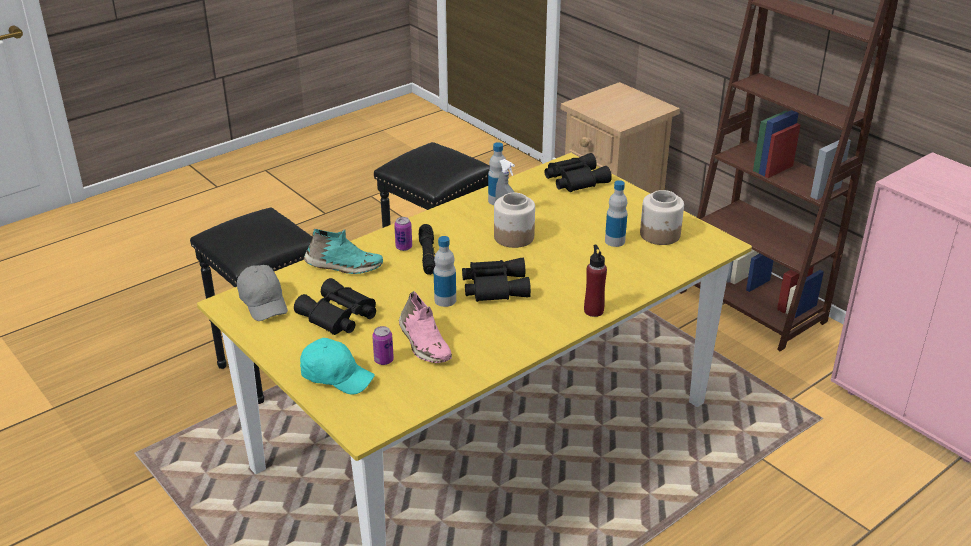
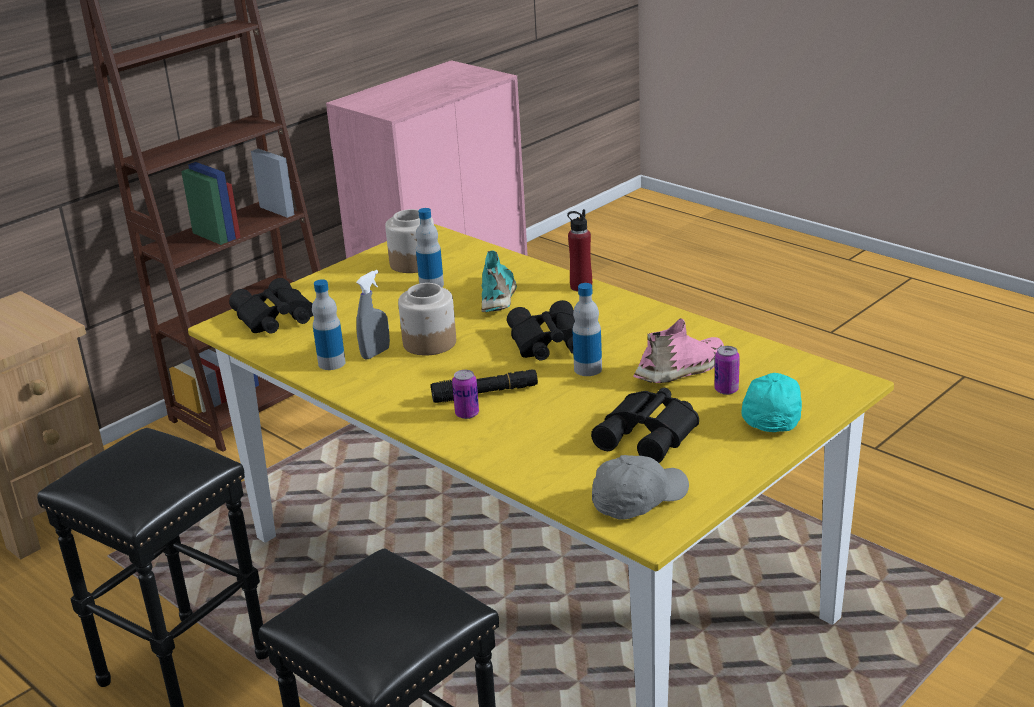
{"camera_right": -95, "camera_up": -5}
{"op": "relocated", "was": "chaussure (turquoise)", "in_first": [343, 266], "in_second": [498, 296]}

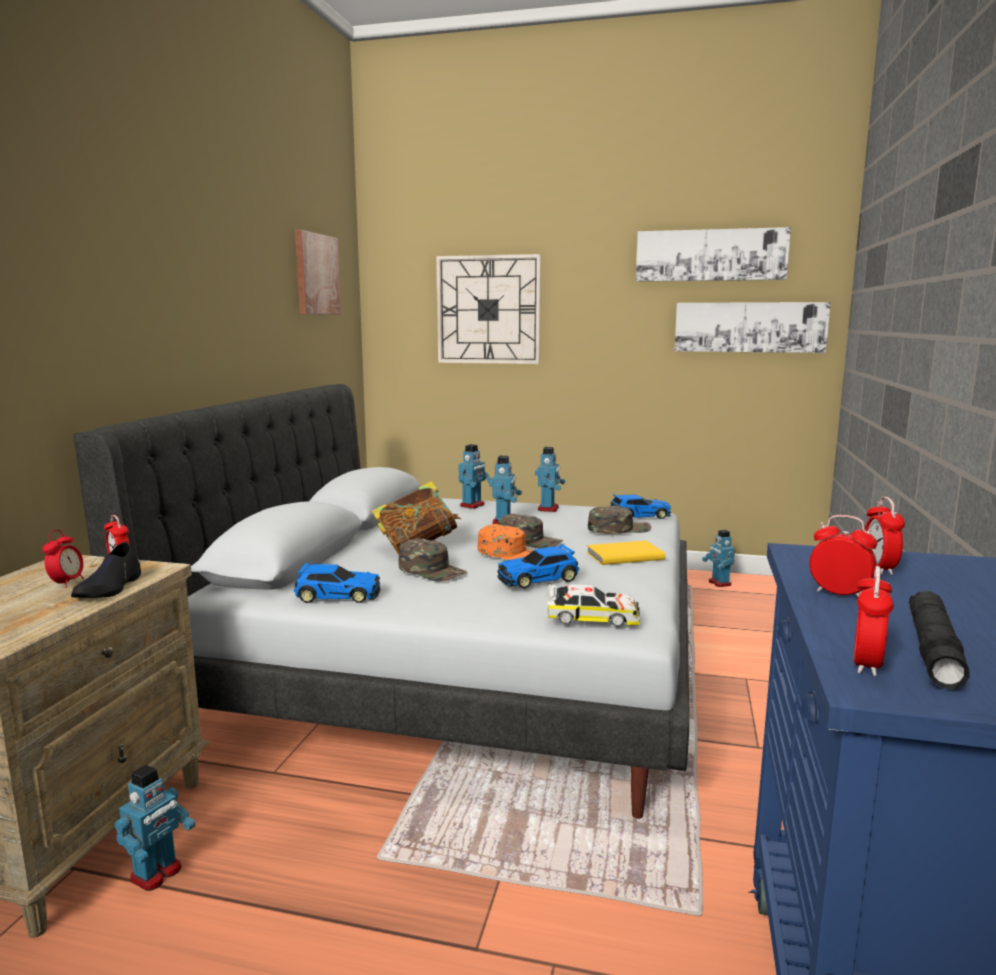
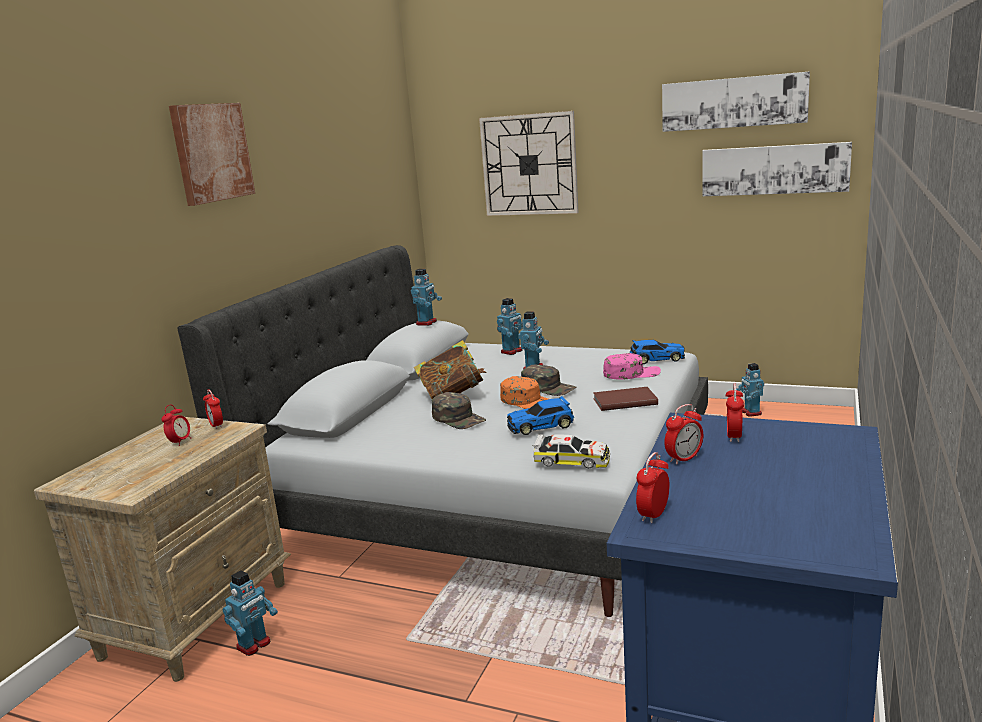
{"camera_right": 10, "camera_up": 5}
{"op": "relocated", "was": "tableau", "in_first": [316, 274], "in_second": [211, 152]}
{"op": "relocated", "was": "robot jouet", "in_first": [548, 509], "in_second": [427, 323]}
{"op": "colour", "was": "casquette (vert)", "now": "casquette (rose)", "in_first": [618, 529], "in_second": [631, 373]}
{"op": "spun", "was": "réveil", "in_first": [839, 593], "in_second": [684, 459], "clockwise": 105}
{"op": "colour", "was": "livre (jaune)", "now": "livre (marron)", "in_first": [623, 555], "in_second": [623, 401]}
{"op": "missing", "was": "chaussure (noir)", "in_first": [109, 588]}
{"op": "missing", "was": "petite voiture", "in_first": [337, 595]}
{"op": "missing", "was": "lampe de poche (noir)", "in_first": [933, 650]}

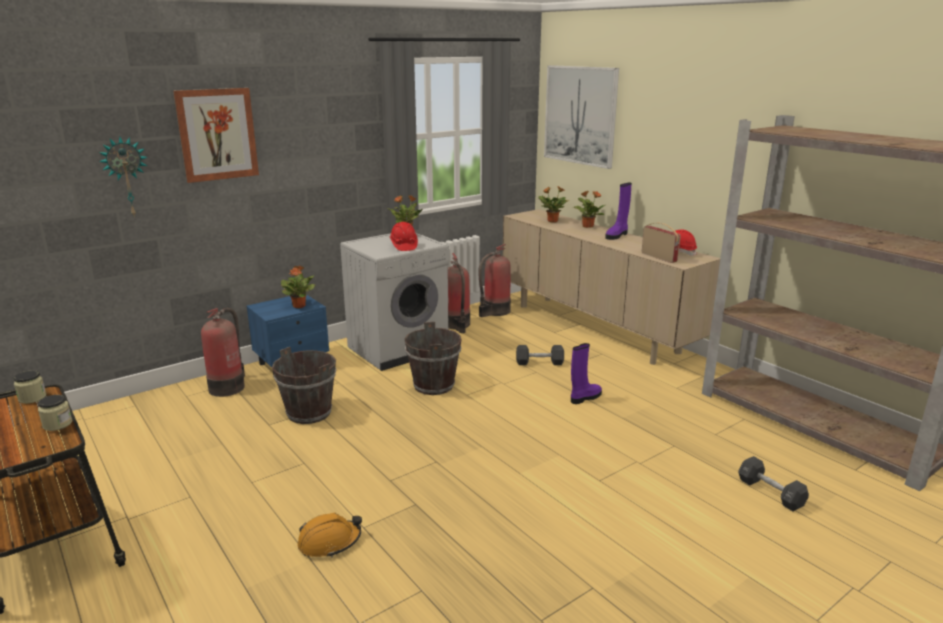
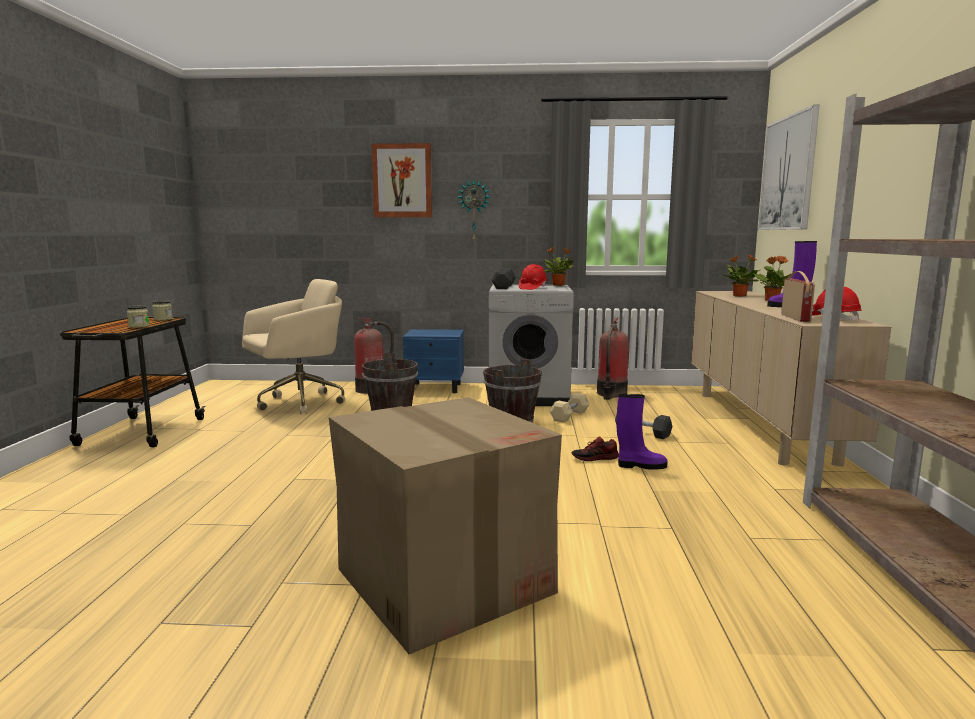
{"camera_right": 40, "camera_up": -10}
{"op": "relocated", "was": "horloge murale", "in_first": [126, 176], "in_second": [474, 211]}
{"op": "missing", "was": "extincteur", "in_first": [495, 311]}
{"op": "missing", "was": "plante en pot", "in_first": [299, 306]}
{"op": "relocated", "was": "haltère (noir)", "in_first": [770, 493], "in_second": [504, 287]}
{"op": "missing", "was": "casque de chantier (orange)", "in_first": [329, 542]}
{"op": "appeared", "now": "chaise de bureau (beige)", "in_second": [297, 404]}
{"op": "appeared", "now": "haltère (beige)", "in_second": [569, 416]}
{"op": "appeared", "now": "carton", "in_second": [443, 579]}
{"op": "appeared", "now": "chaussure", "in_second": [595, 458]}

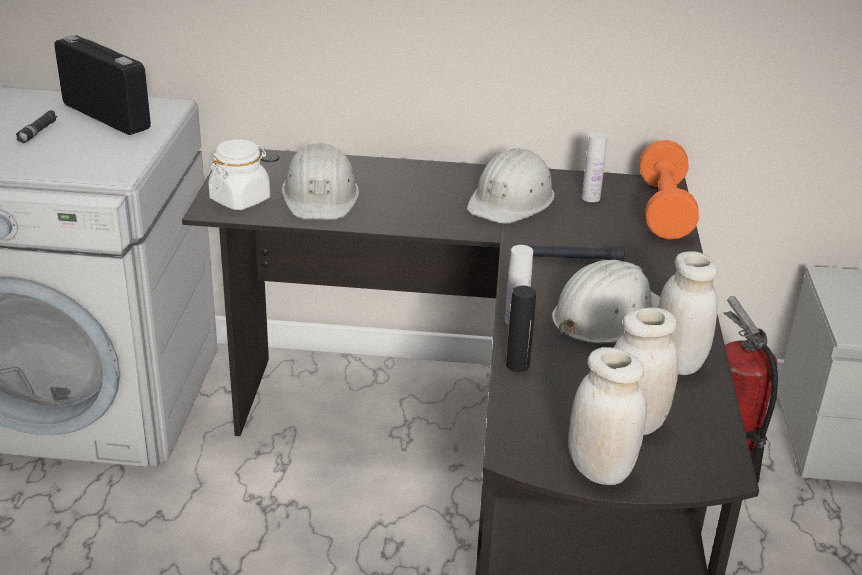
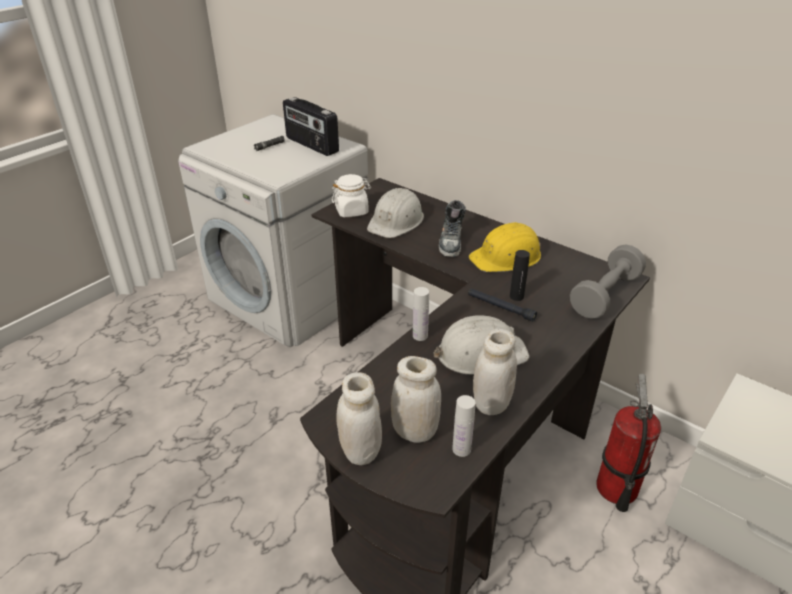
{"camera_right": 35, "camera_up": 5}
{"op": "spun", "was": "radio", "in_first": [107, 116], "in_second": [311, 145], "clockwise": 150}
{"op": "relocated", "was": "bouteille (blanc)", "in_first": [590, 198], "in_second": [461, 449]}
{"op": "colour", "was": "haltère (orange)", "now": "haltère (gris)", "in_first": [664, 210], "in_second": [605, 295]}
{"op": "colour", "was": "casque de chantier (blanc)", "now": "casque de chantier (jaune)", "in_first": [512, 200], "in_second": [507, 257]}
{"op": "relocated", "was": "bouteille (noir)", "in_first": [517, 365], "in_second": [516, 296]}
{"op": "appeared", "now": "chaussure", "in_second": [451, 241]}

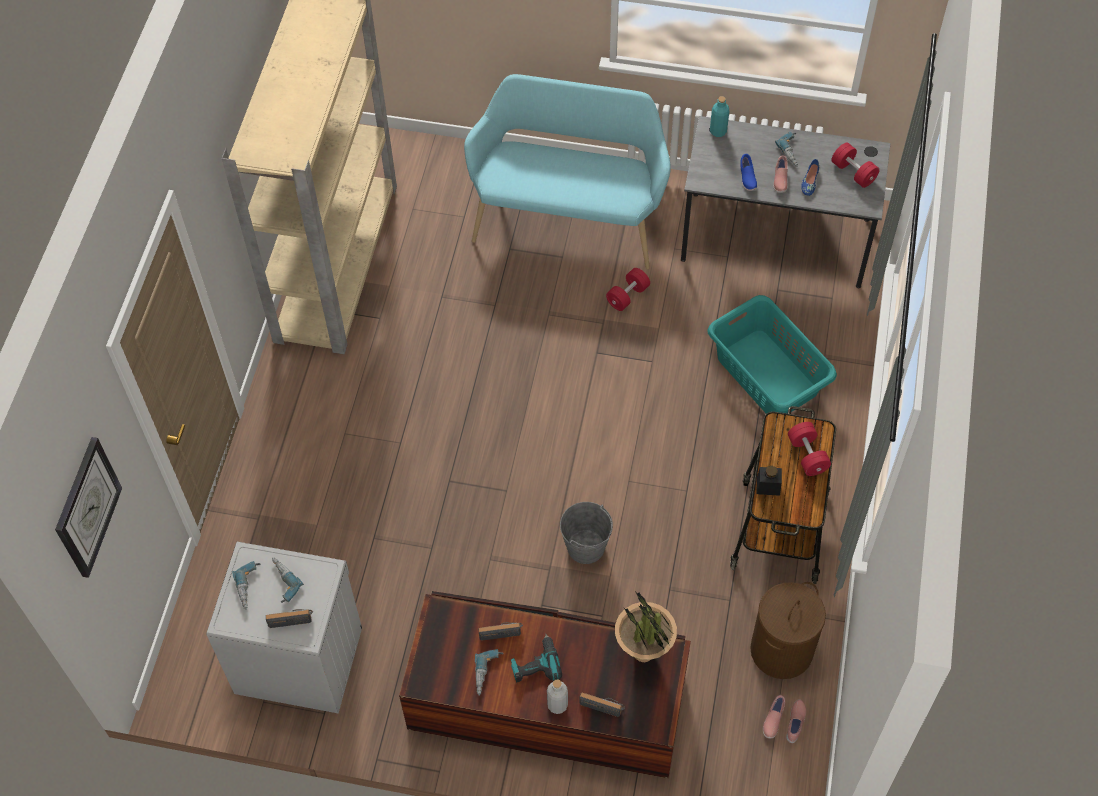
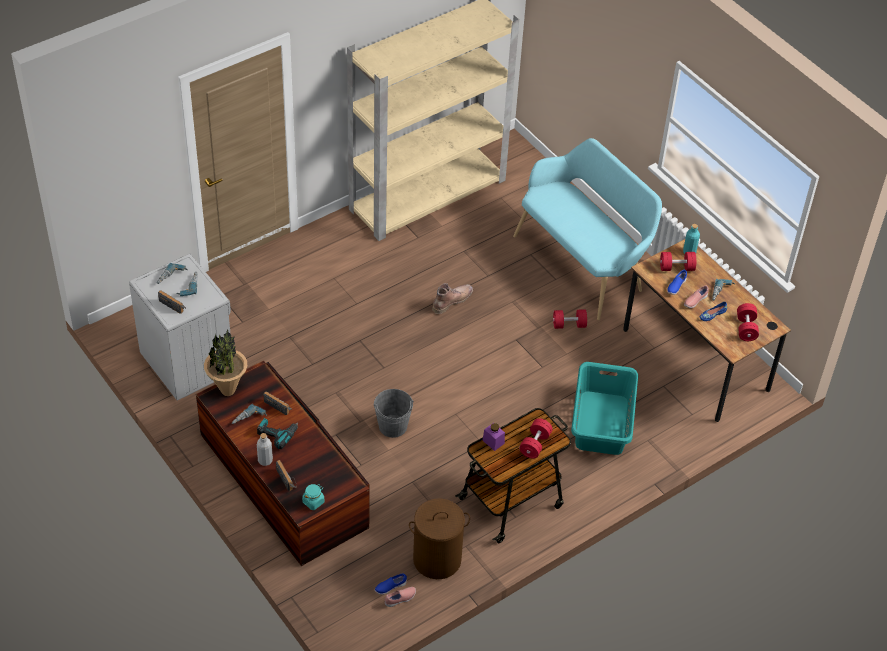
{"camera_right": 40, "camera_up": -10}
{"op": "colour", "was": "bureau (gris)", "now": "bureau (marron)", "in_first": [775, 239], "in_second": [695, 360]}
{"op": "missing", "was": "horloge murale", "in_first": [87, 507]}
{"op": "colour", "was": "bocal (noir)", "now": "bocal (violet)", "in_first": [768, 486], "in_second": [493, 442]}
{"op": "relocated", "was": "plante en pot", "in_first": [644, 653], "in_second": [228, 391]}
{"op": "colour", "was": "chaussure (rose)", "now": "chaussure (bleu)", "in_first": [773, 719], "in_second": [390, 587]}
{"op": "appeared", "now": "haltère (rouge)", "in_second": [676, 268]}
{"op": "appeared", "now": "botte (marron)", "in_second": [452, 300]}
{"op": "appeared", "now": "bocal (turquoise)", "in_second": [313, 502]}

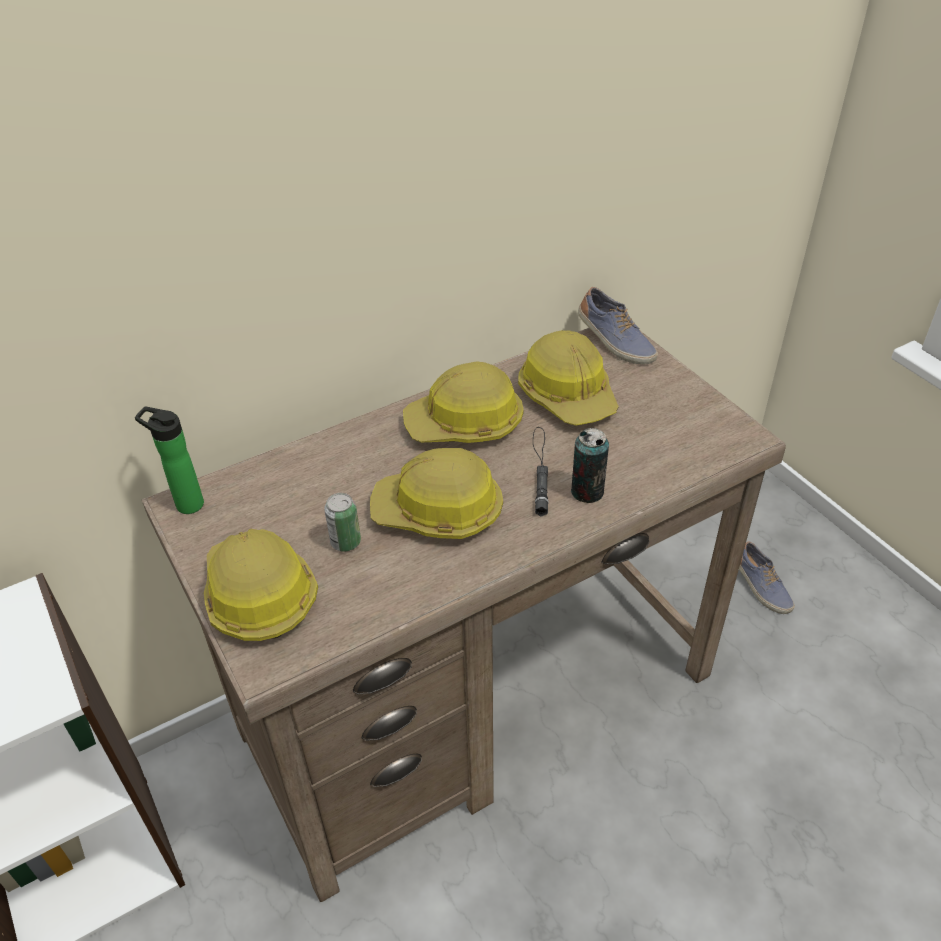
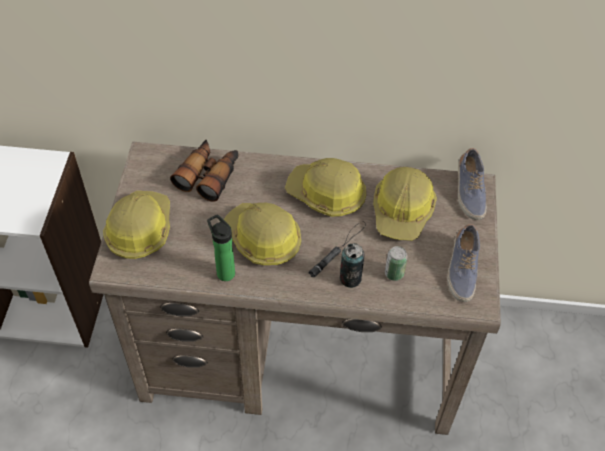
{"camera_right": 35, "camera_up": 10}
{"op": "relocated", "was": "bouteille", "in_first": [186, 504], "in_second": [224, 271]}
{"op": "relocated", "was": "boîte métallique", "in_first": [345, 542], "in_second": [394, 273]}
{"op": "relocated", "was": "chaussure", "in_first": [760, 587], "in_second": [461, 269]}
{"op": "appeared", "now": "jumelles", "in_second": [209, 175]}

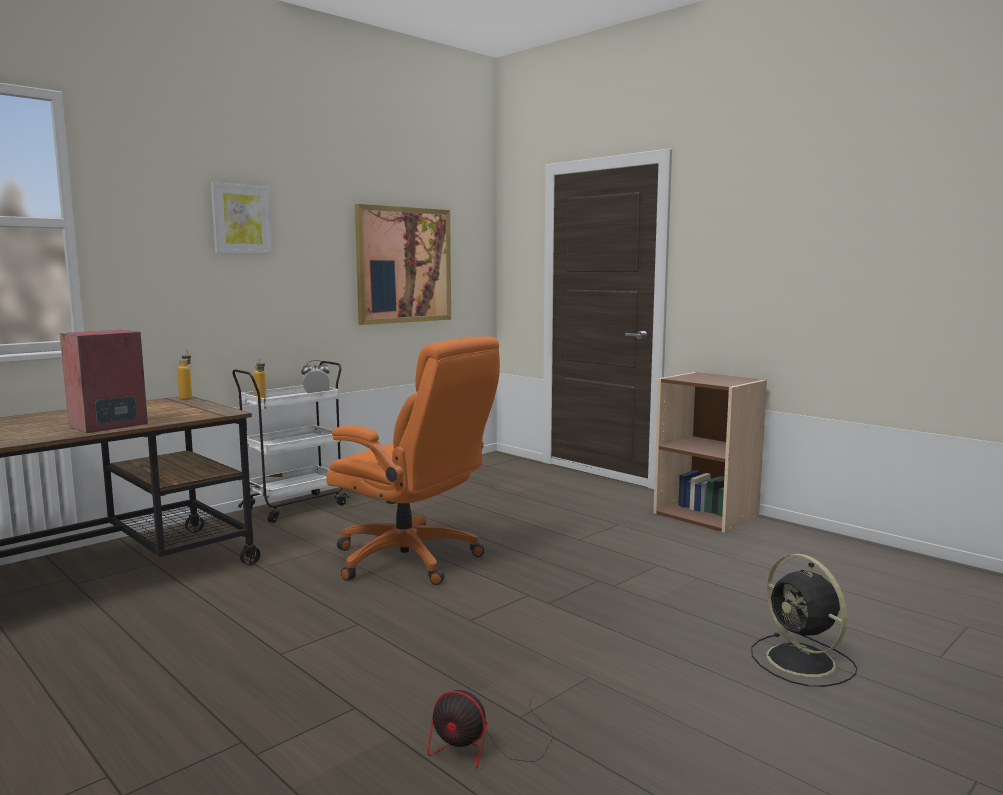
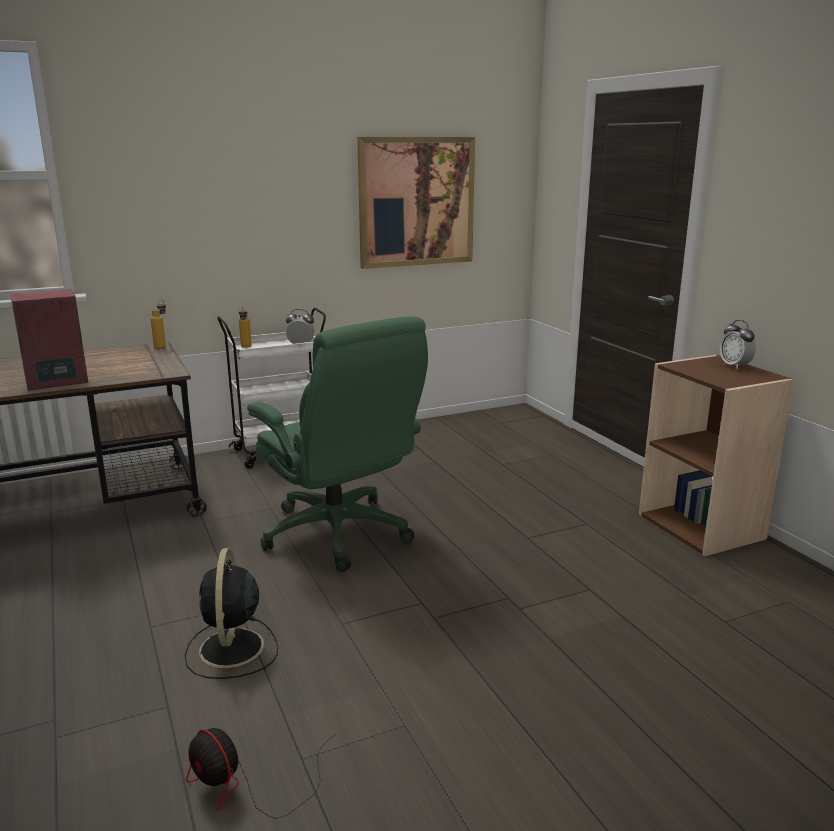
{"camera_right": 20, "camera_up": 10}
{"op": "missing", "was": "tableau", "in_first": [241, 219]}
{"op": "colour", "was": "chaise de bureau (orange)", "now": "chaise de bureau (vert)", "in_first": [414, 561], "in_second": [341, 538]}
{"op": "relocated", "was": "ventilateur (noir)", "in_first": [803, 662], "in_second": [231, 650]}
{"op": "appeared", "now": "réveil", "in_second": [734, 366]}

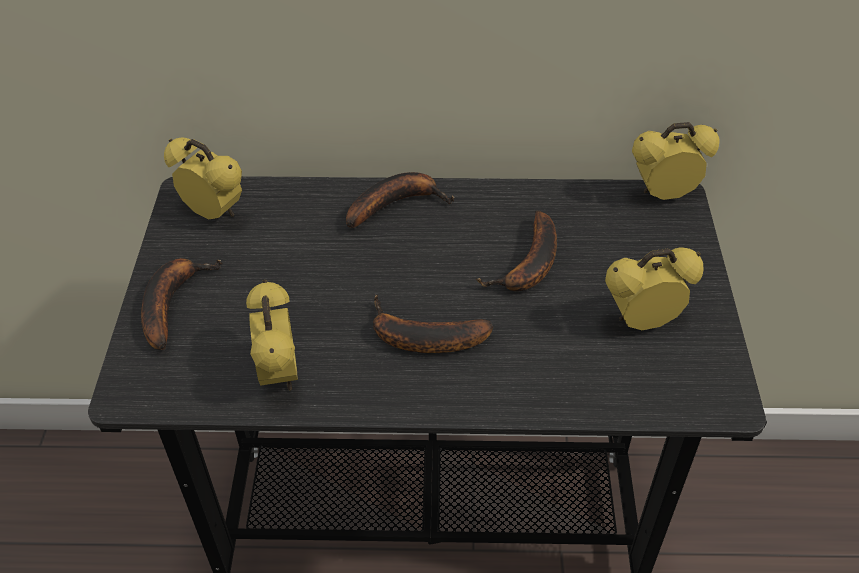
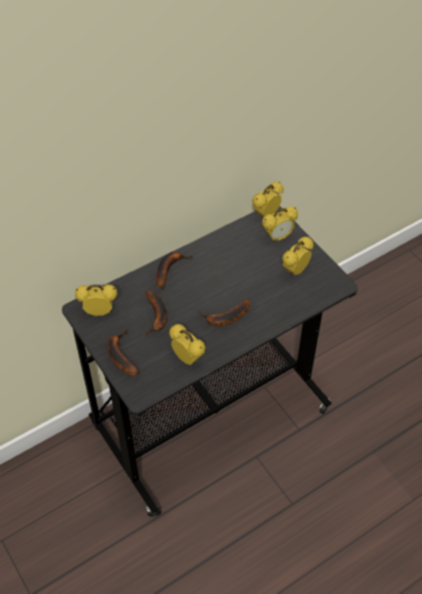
{"camera_right": -35, "camera_up": 5}
{"op": "relocated", "was": "banane", "in_first": [529, 266], "in_second": [156, 317]}
{"op": "appeared", "now": "réveil", "in_second": [278, 237]}

